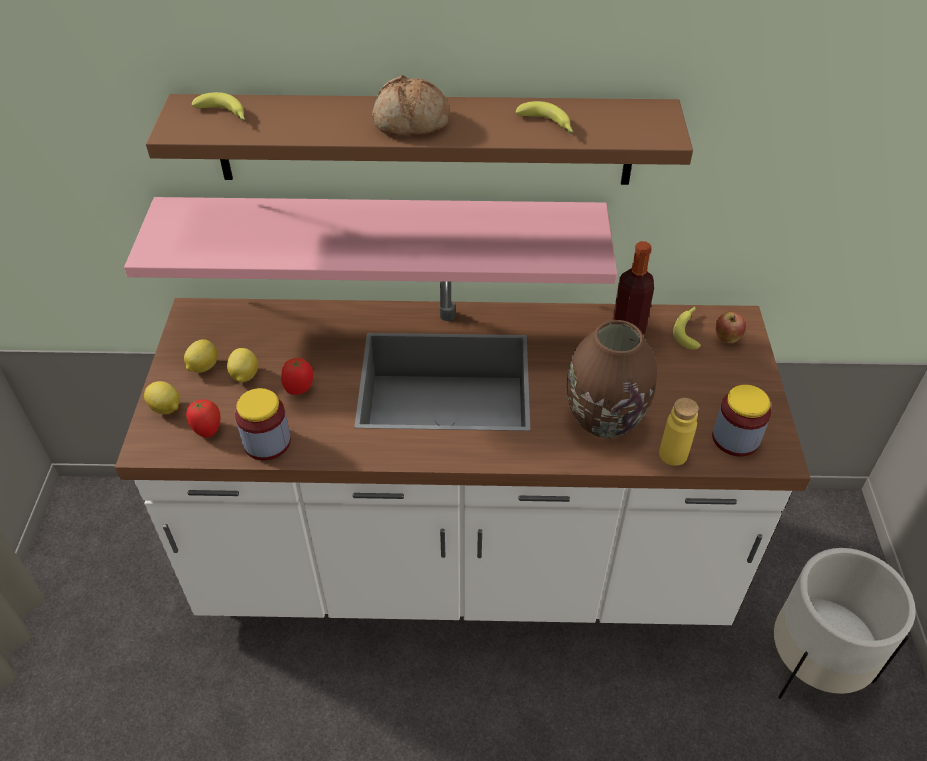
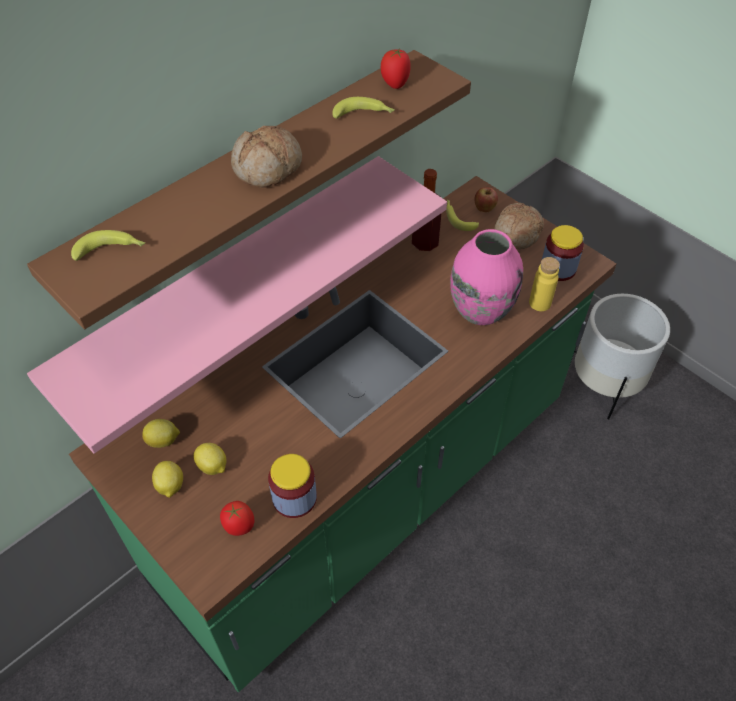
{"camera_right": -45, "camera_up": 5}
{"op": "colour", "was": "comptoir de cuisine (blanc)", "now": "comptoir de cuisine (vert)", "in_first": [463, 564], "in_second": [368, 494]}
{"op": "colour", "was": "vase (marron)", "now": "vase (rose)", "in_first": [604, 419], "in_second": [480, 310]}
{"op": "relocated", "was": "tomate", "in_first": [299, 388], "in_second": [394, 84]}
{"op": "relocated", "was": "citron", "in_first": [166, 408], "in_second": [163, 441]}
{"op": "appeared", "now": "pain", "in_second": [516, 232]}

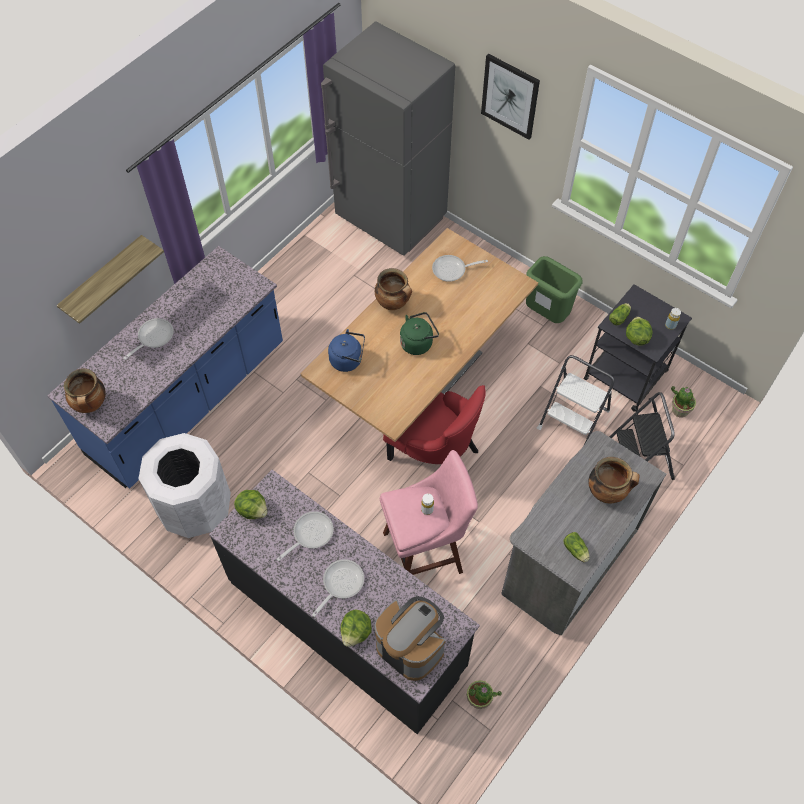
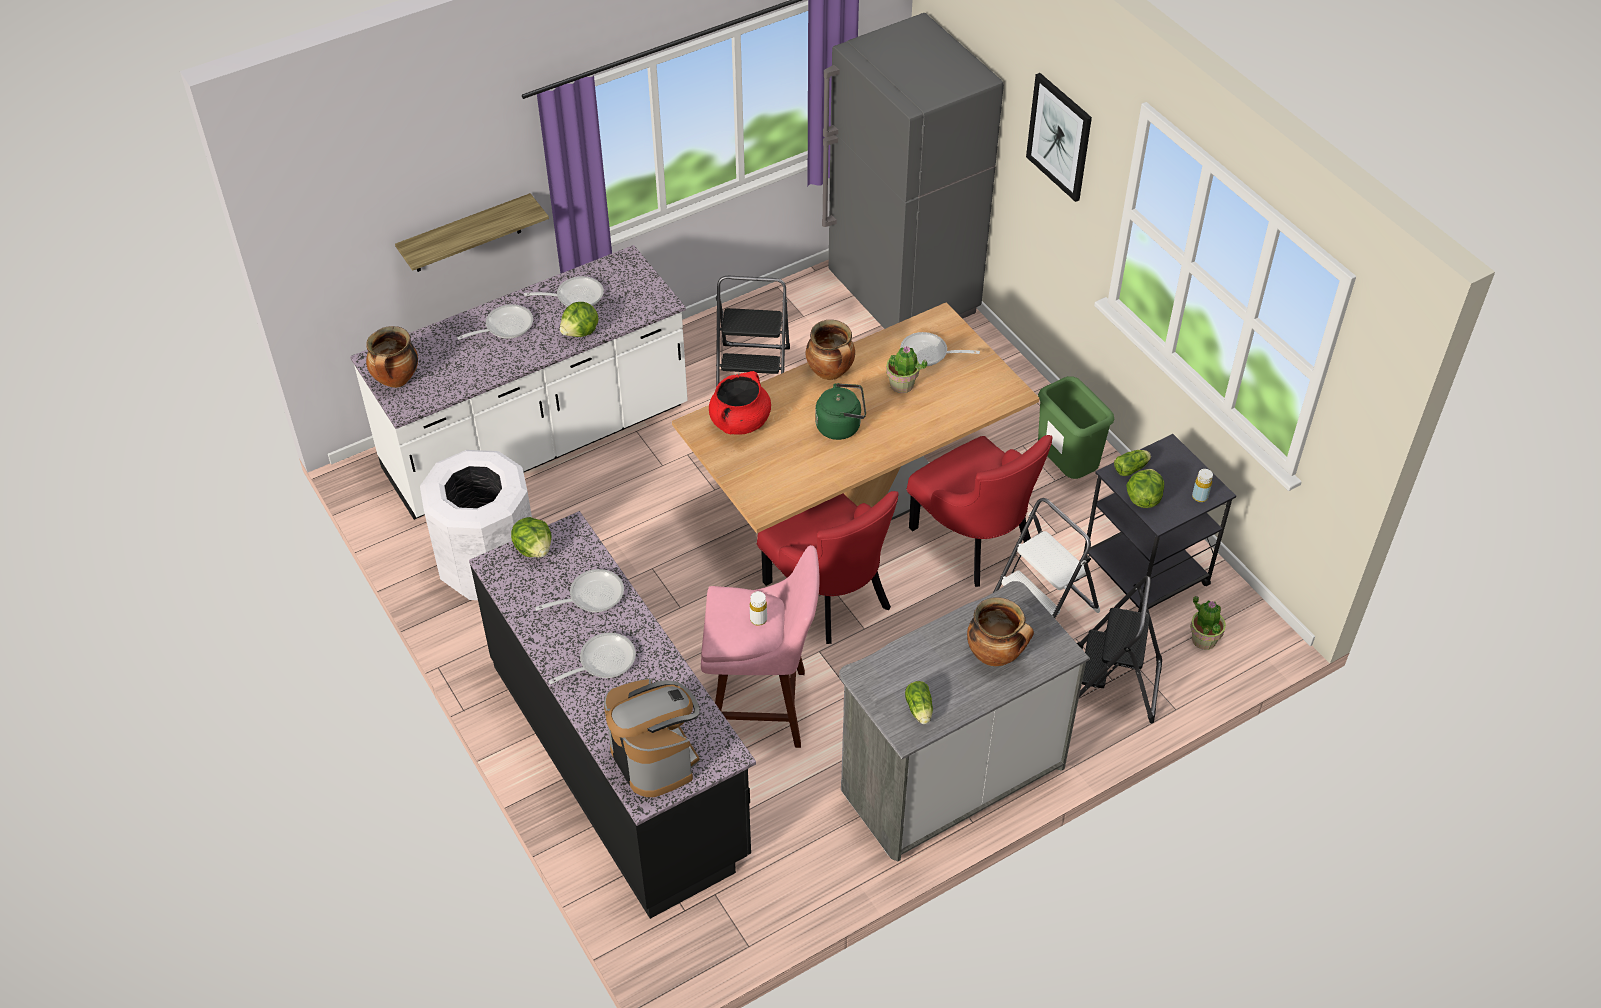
{"camera_right": 20, "camera_up": -10}
{"op": "colour", "was": "comptoir de cuisine (bleu)", "now": "comptoir de cuisine (blanc)", "in_first": [188, 400], "in_second": [537, 441]}
{"op": "exchanged", "was": "bouilloire (bleu)", "now": "marmite (rouge)", "in_first": [348, 360], "in_second": [740, 422]}
{"op": "relocated", "was": "laitue", "in_first": [356, 632], "in_second": [581, 332]}
{"op": "relocated", "was": "plante en pot", "in_first": [479, 699], "in_second": [902, 385]}
{"op": "appeared", "now": "poêle", "in_second": [575, 296]}
{"op": "appeared", "now": "escabeau (noir)", "in_second": [754, 369]}
{"op": "appeared", "now": "chaise (rouge)", "in_second": [972, 538]}

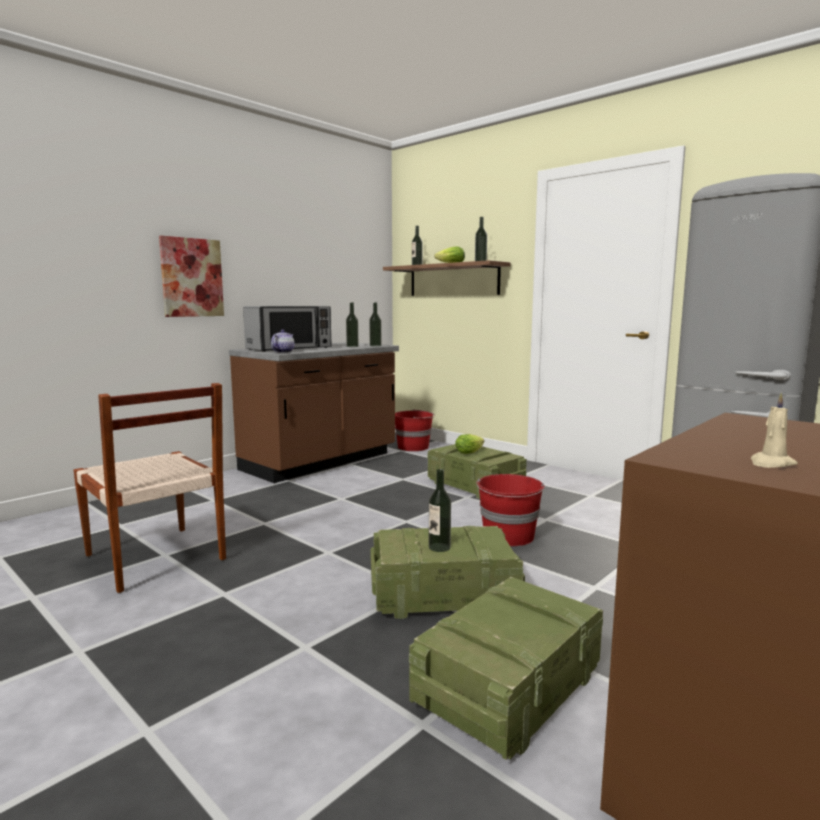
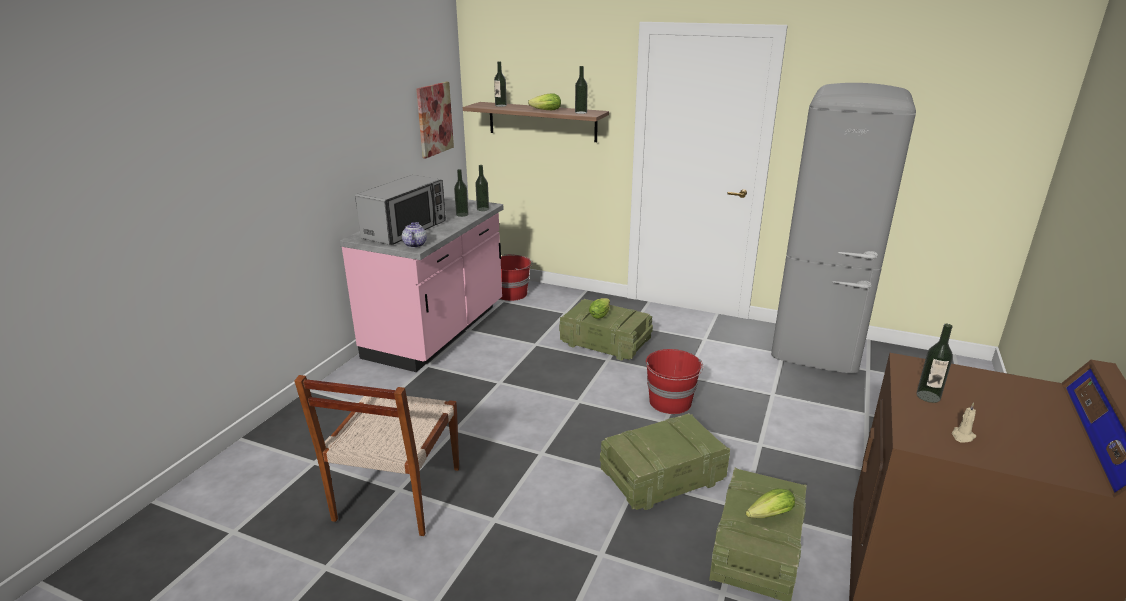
{"camera_right": -20, "camera_up": 15}
{"op": "relocated", "was": "tableau", "in_first": [192, 277], "in_second": [434, 119]}
{"op": "colour", "was": "comptoir de cuisine (marron)", "now": "comptoir de cuisine (rose)", "in_first": [321, 462], "in_second": [437, 332]}
{"op": "spun", "was": "chaise", "in_first": [156, 559], "in_second": [396, 497], "clockwise": 75}
{"op": "relocated", "was": "bouteille", "in_first": [439, 547], "in_second": [928, 396]}
{"op": "appeared", "now": "laitue", "in_second": [767, 516]}

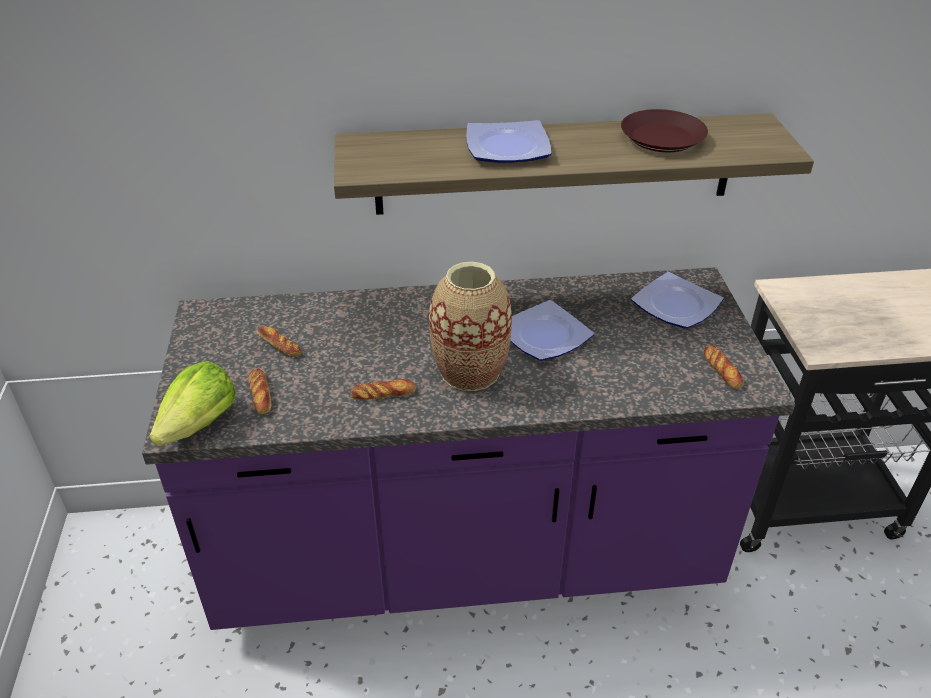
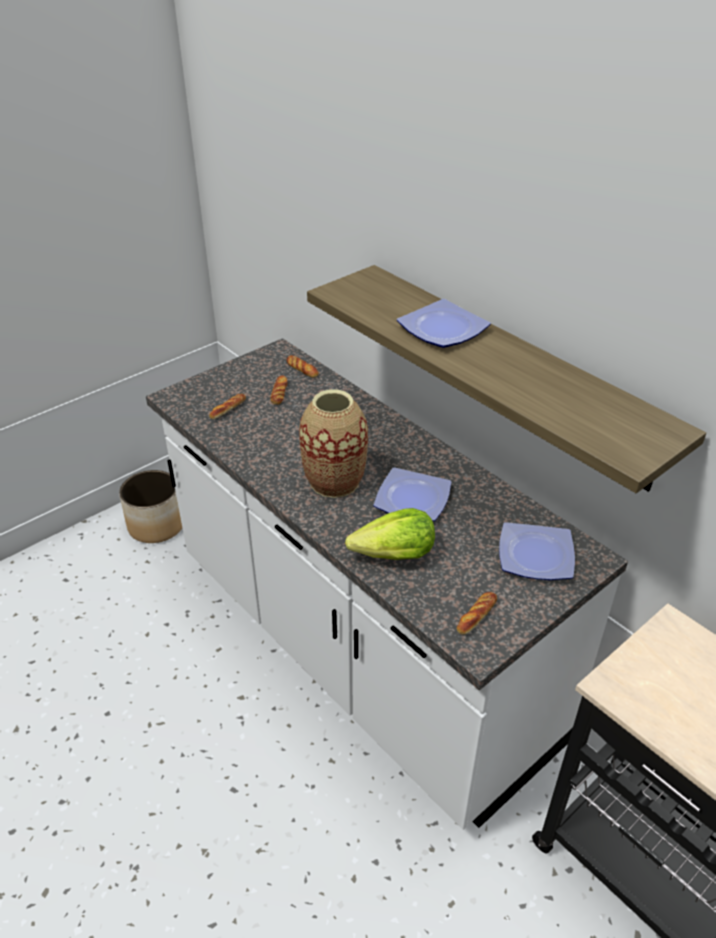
{"camera_right": 55, "camera_up": 0}
{"op": "missing", "was": "assiette (marron)", "in_first": [663, 138]}
{"op": "colour", "was": "comptoir de cuisine (violet)", "now": "comptoir de cuisine (blanc)", "in_first": [465, 558], "in_second": [358, 650]}
{"op": "relocated", "was": "laitue", "in_first": [200, 424], "in_second": [394, 555]}
{"op": "relocated", "was": "pain", "in_first": [383, 393], "in_second": [302, 369]}
{"op": "appeared", "now": "cache-pot", "in_second": [157, 525]}

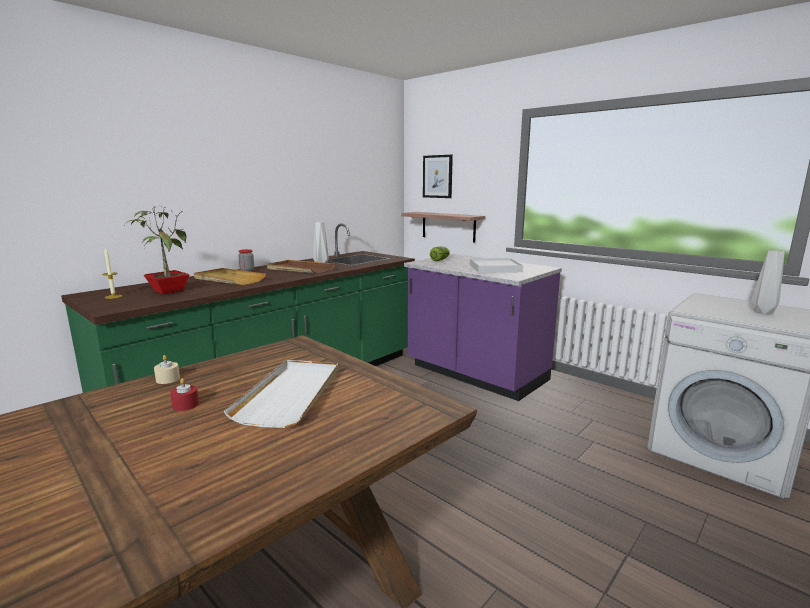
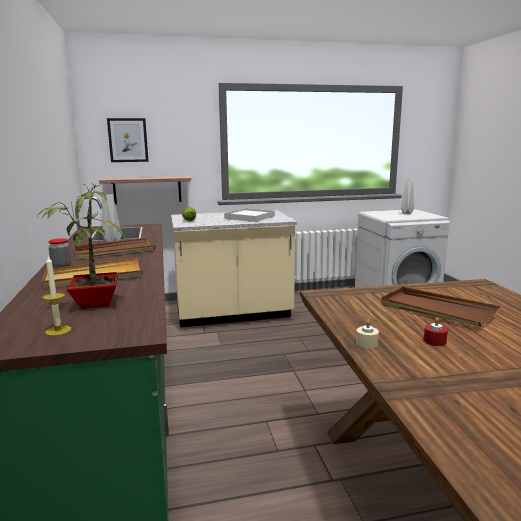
{"camera_right": -55, "camera_up": 0}
{"op": "colour", "was": "comptoir de cuisine (violet)", "now": "comptoir de cuisine (beige)", "in_first": [475, 374], "in_second": [233, 314]}
{"op": "colour", "was": "plateau (blanc)", "now": "plateau (marron)", "in_first": [291, 394], "in_second": [436, 310]}

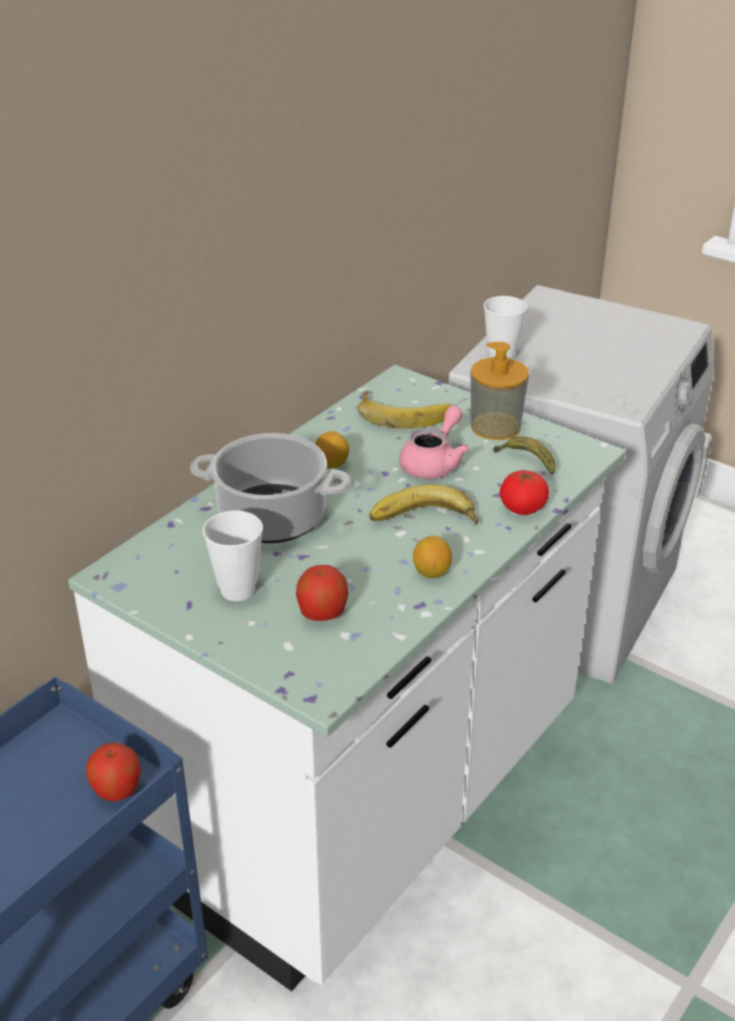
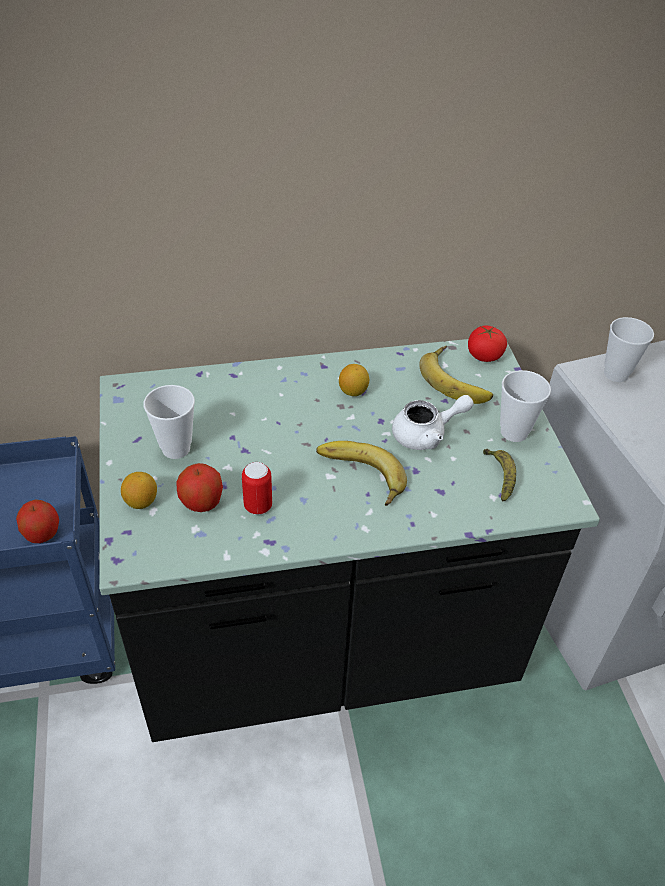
{"camera_right": 40, "camera_up": 10}
{"op": "exchanged", "was": "distributeur de savon", "now": "tasse", "in_first": [495, 426], "in_second": [514, 432]}
{"op": "colour", "was": "comptoir de cuisine (blanc)", "now": "comptoir de cuisine (noir)", "in_first": [367, 799], "in_second": [323, 643]}
{"op": "colour", "was": "théière (rose)", "now": "théière (blanc)", "in_first": [434, 463], "in_second": [426, 434]}
{"op": "missing", "was": "marmite", "in_first": [273, 517]}
{"op": "relocated", "was": "tomate", "in_first": [523, 508], "in_second": [484, 356]}
{"op": "relocated", "was": "citron", "in_first": [431, 572], "in_second": [141, 501]}
{"op": "appeared", "now": "boîte métallique", "in_second": [258, 506]}

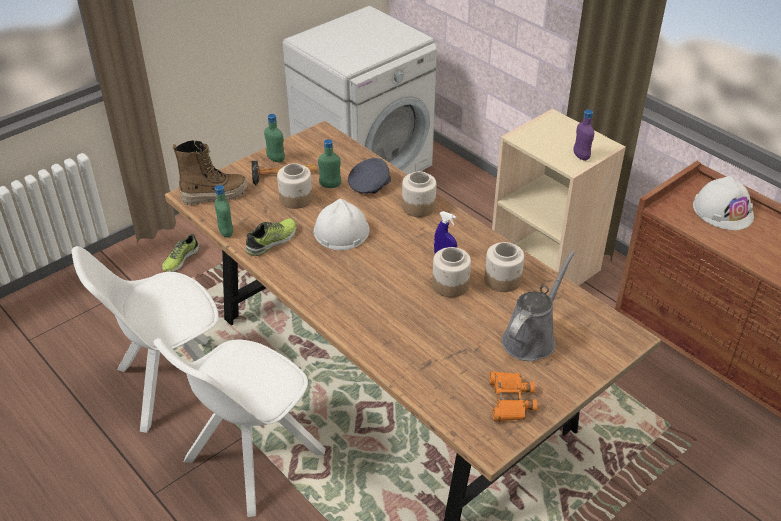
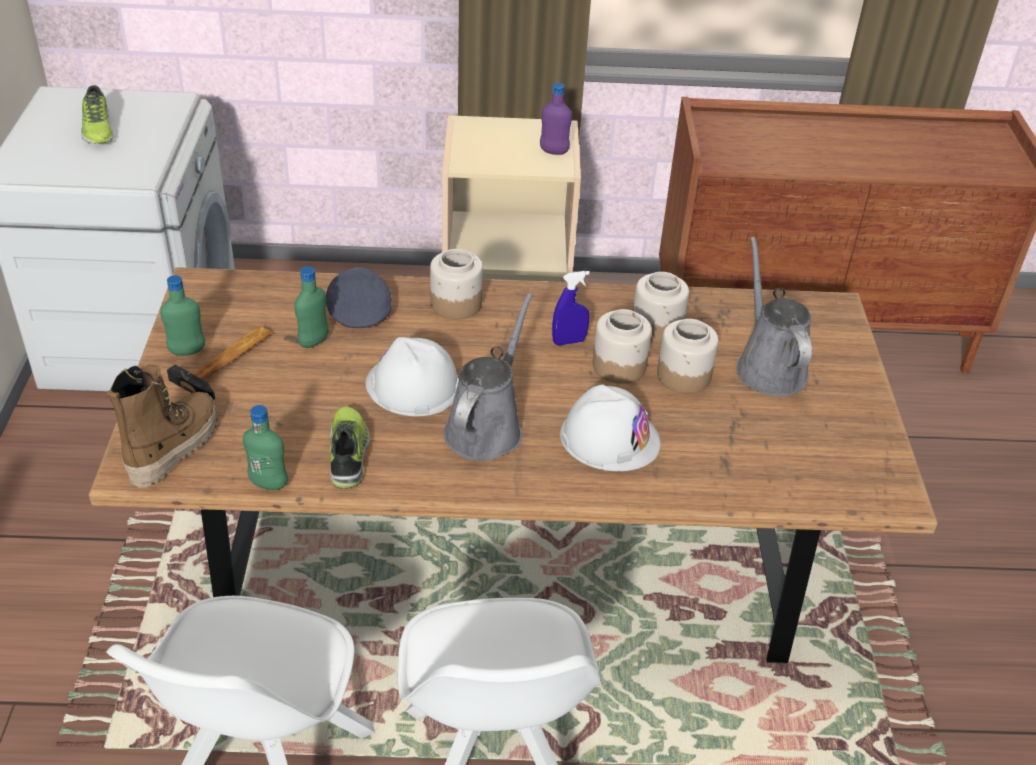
{"camera_right": -50, "camera_up": 0}
{"op": "relocated", "was": "bocal", "in_first": [296, 199], "in_second": [684, 375]}
{"op": "relocated", "was": "casque de chantier (blanc)", "in_first": [723, 210], "in_second": [609, 438]}
{"op": "relocated", "was": "chaussure", "in_first": [180, 259], "in_second": [97, 129]}
{"op": "missing", "was": "jumelles (orange)", "in_first": [510, 400]}
{"op": "appeared", "now": "arrosoir (gris)", "in_second": [486, 427]}

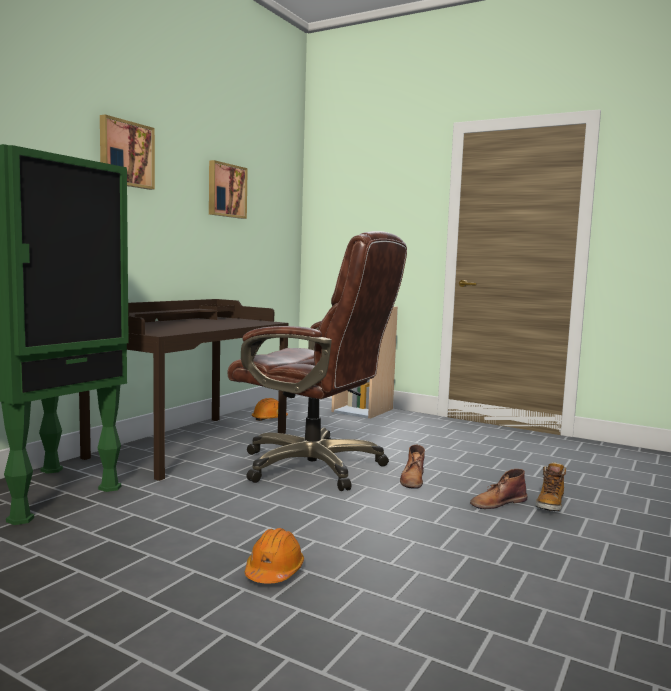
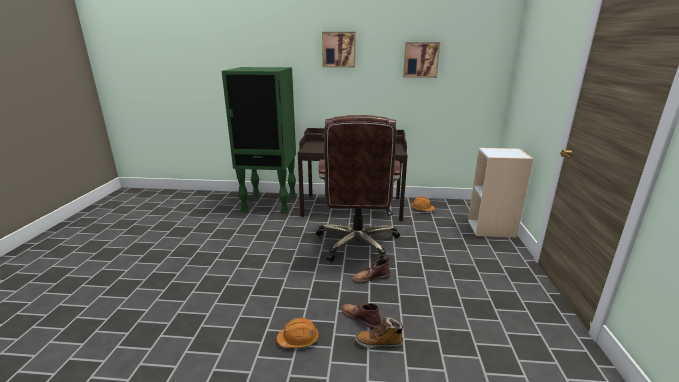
{"camera_right": 65, "camera_up": 15}
{"op": "relocated", "was": "casque de chantier (orange)", "in_first": [274, 571], "in_second": [298, 339]}

